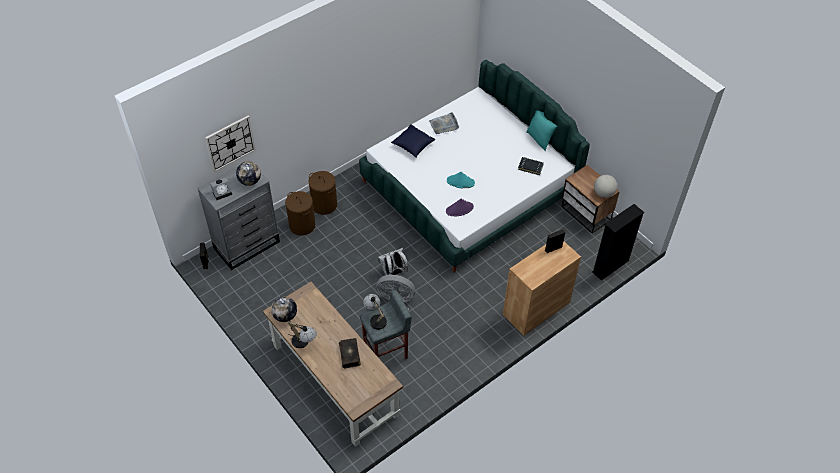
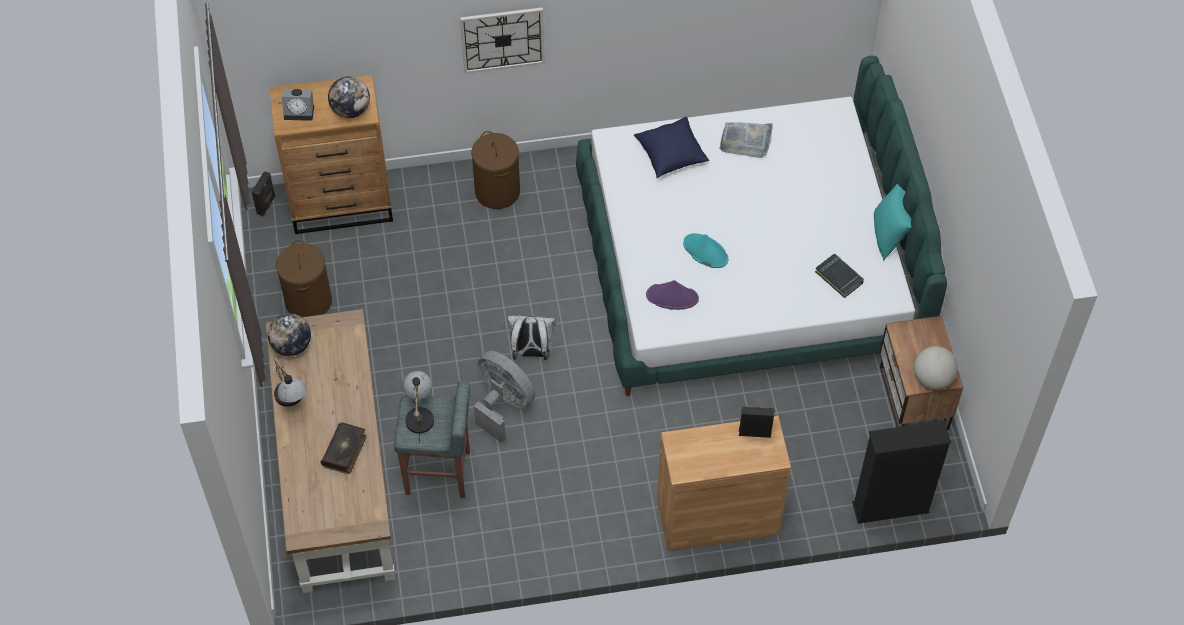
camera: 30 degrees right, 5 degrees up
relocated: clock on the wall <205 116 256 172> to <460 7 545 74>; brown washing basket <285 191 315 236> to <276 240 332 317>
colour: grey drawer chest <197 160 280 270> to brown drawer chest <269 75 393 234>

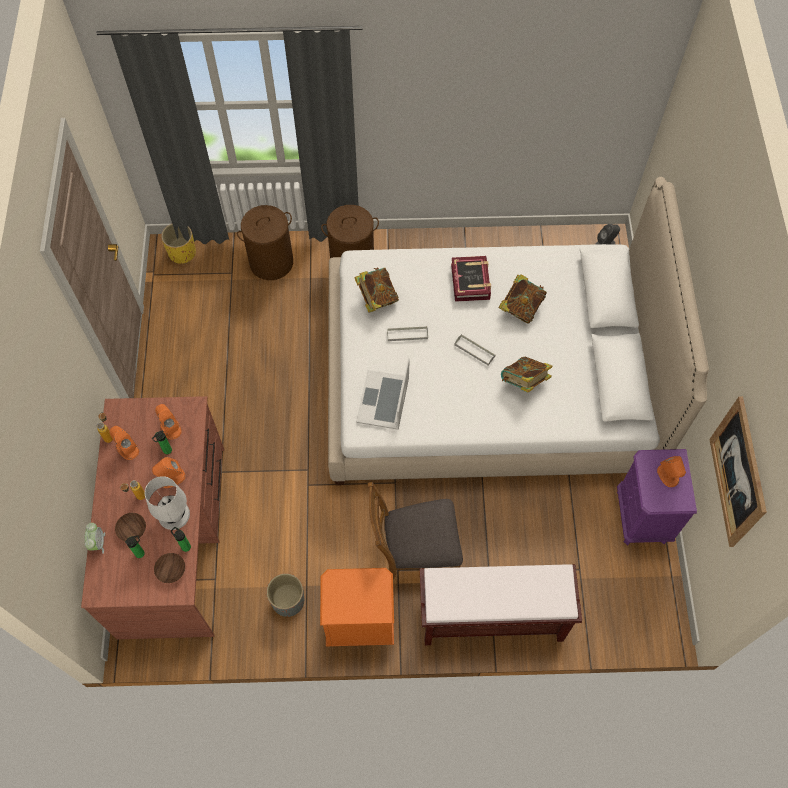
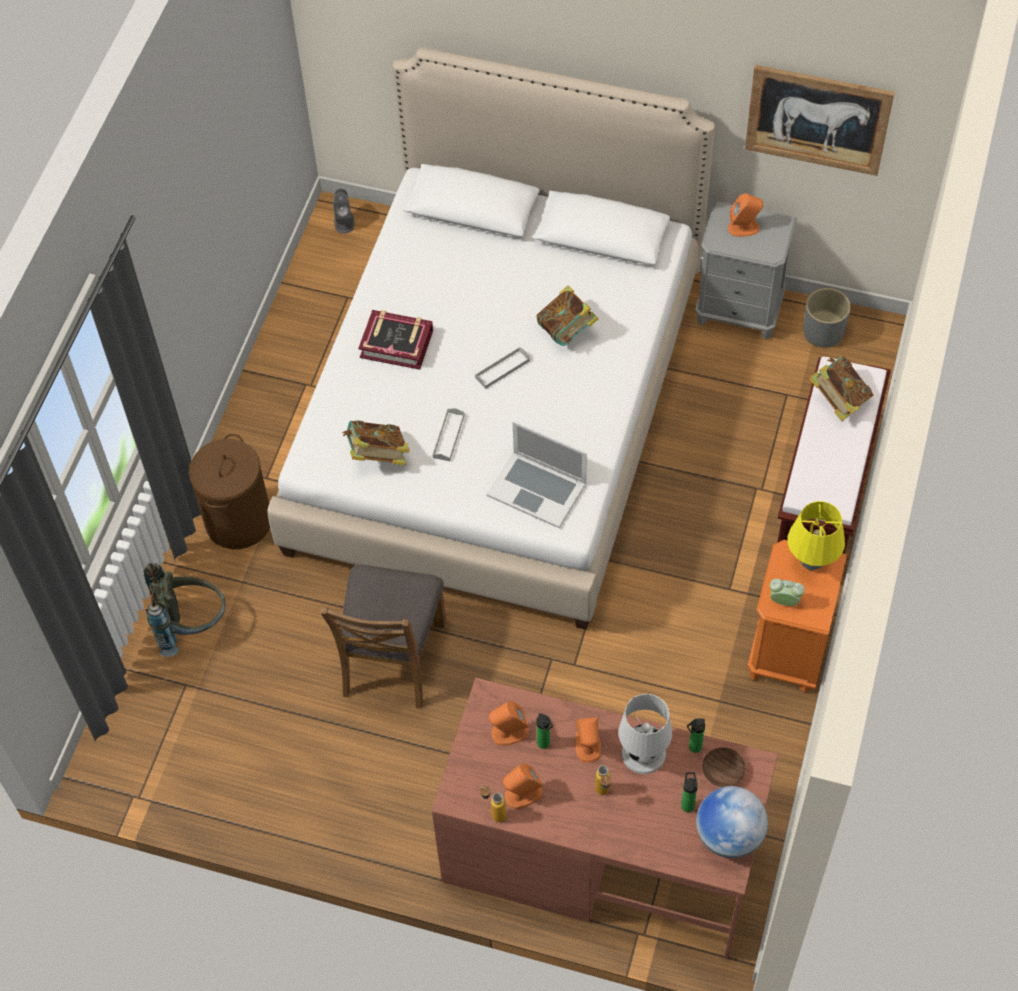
camera: 70 degrees left, 5 degrees down
missing: brown serving bowl <115 513 146 541>; yellow-coloured planter <161 224 196 264>
appeared: globe <696 786 768 858>; yellow-coloured table lamp <788 501 845 570>
relocated: bedside clock <84 523 105 553> to <770 578 805 606>; grey planter <266 573 304 617> to <803 288 851 348>; brown plain chair <368 482 463 580> to <320 565 446 709>; volume <498 274 547 324> to <809 355 874 421>
exchanged: brown washing basket <237 205 293 280> to grey knapsack <143 562 225 657>
colour: purplish bedside table <617 449 697 545> to grey bedside table <695 201 797 340>

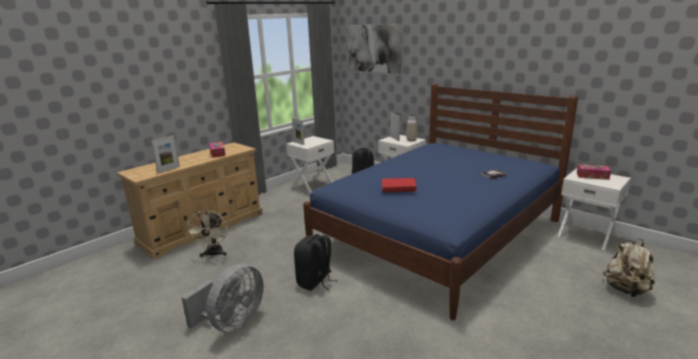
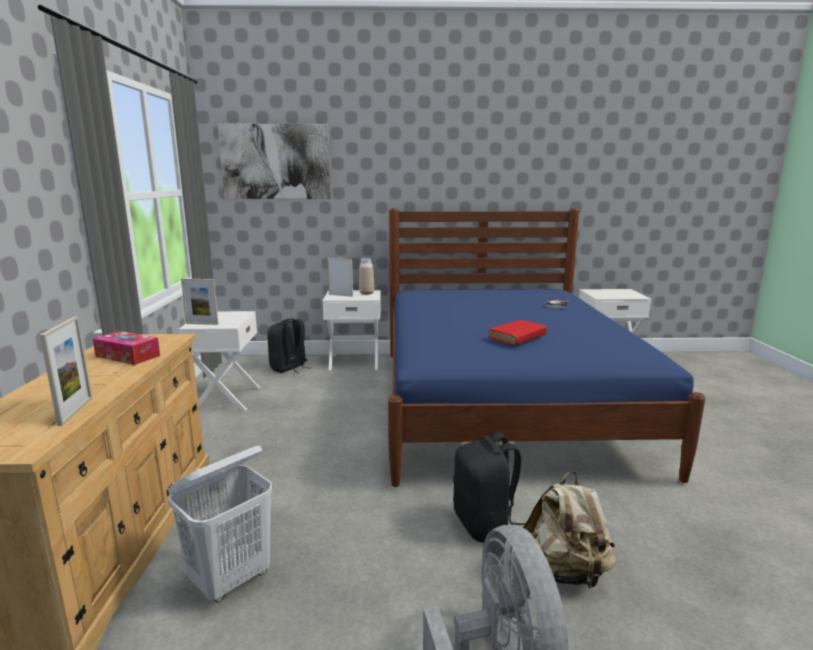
camera: 45 degrees left, 5 degrees down
missing: tissue box <577 164 611 180>
relocated: beige-coloured knapsack <603 239 655 297> to <523 471 616 590>
exchanged: beige-coloured fan <187 210 228 257> to white-coloured washing basket <168 445 272 602>

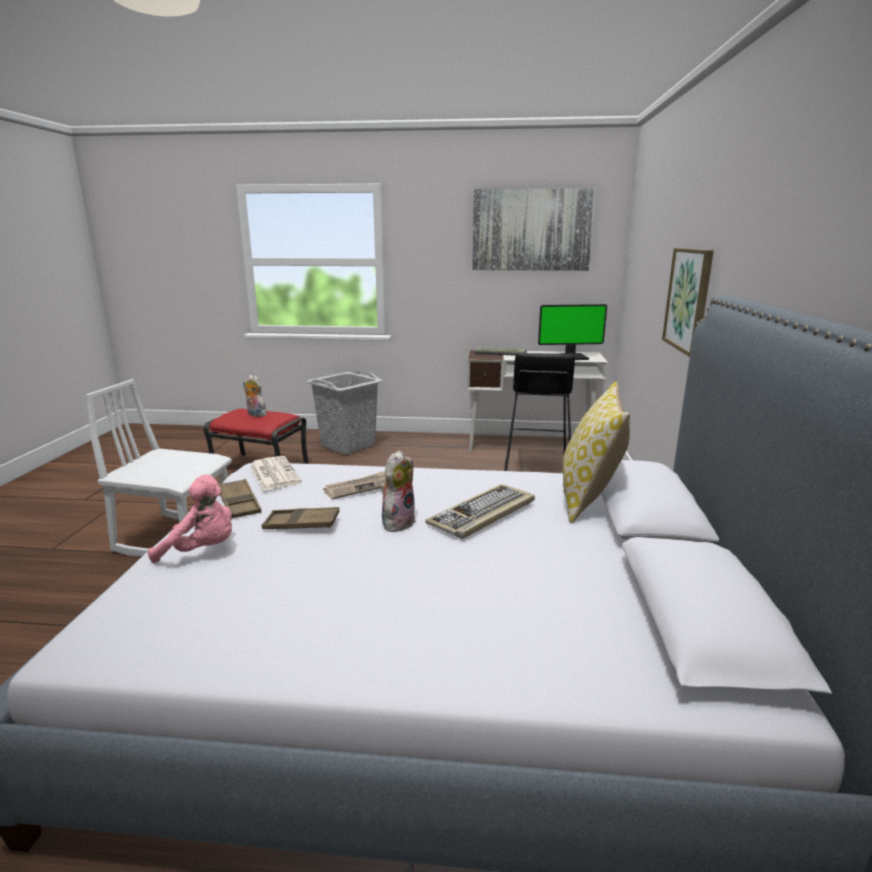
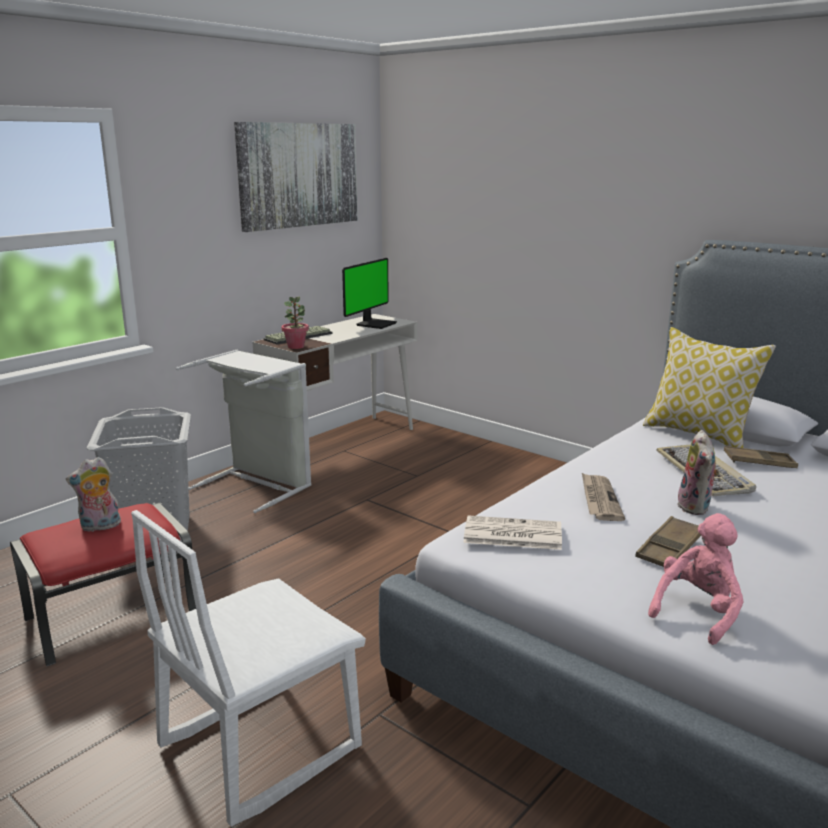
camera: 55 degrees left, 0 degrees up
missing: black-coloured stool seat <504 353 575 471>; wall art <662 248 714 357>
appeared: grey washing basket <176 349 312 513>; potted plant <281 297 309 349>
relocated: brown tray <218 479 261 518> to <724 446 798 468>
spun: soft toy <381 450 416 532> = <677 430 719 515> 150 degrees counterclockwise

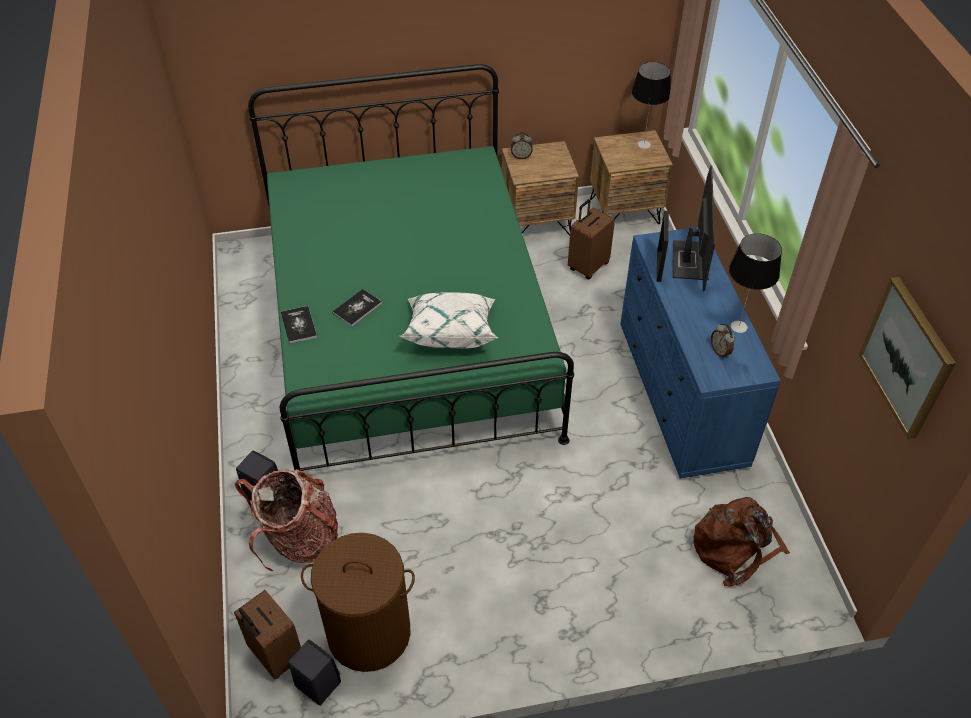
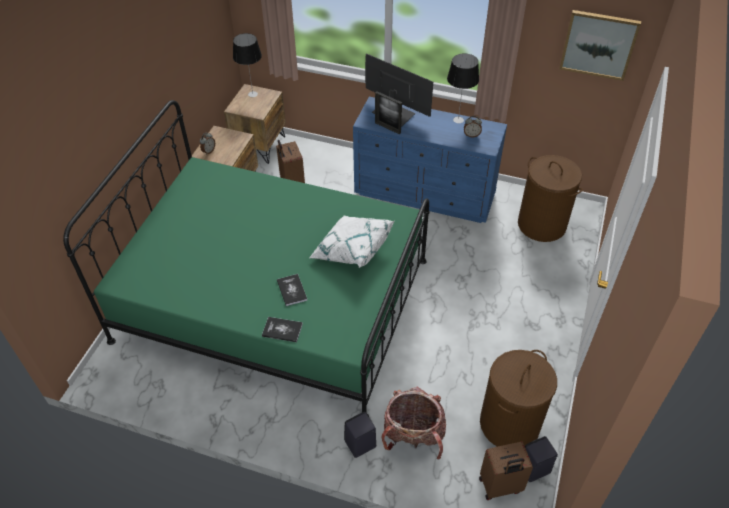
camera: 60 degrees left, 0 degrees up
exchanged: brown knapsack <694 497 790 586> to brown washing basket <518 155 583 242>

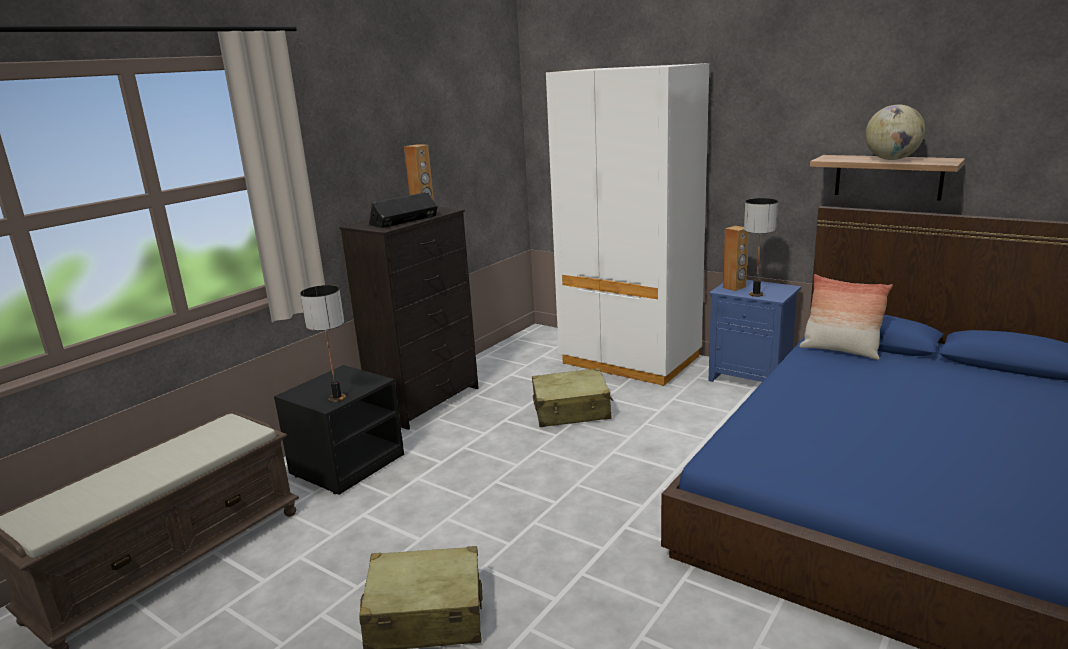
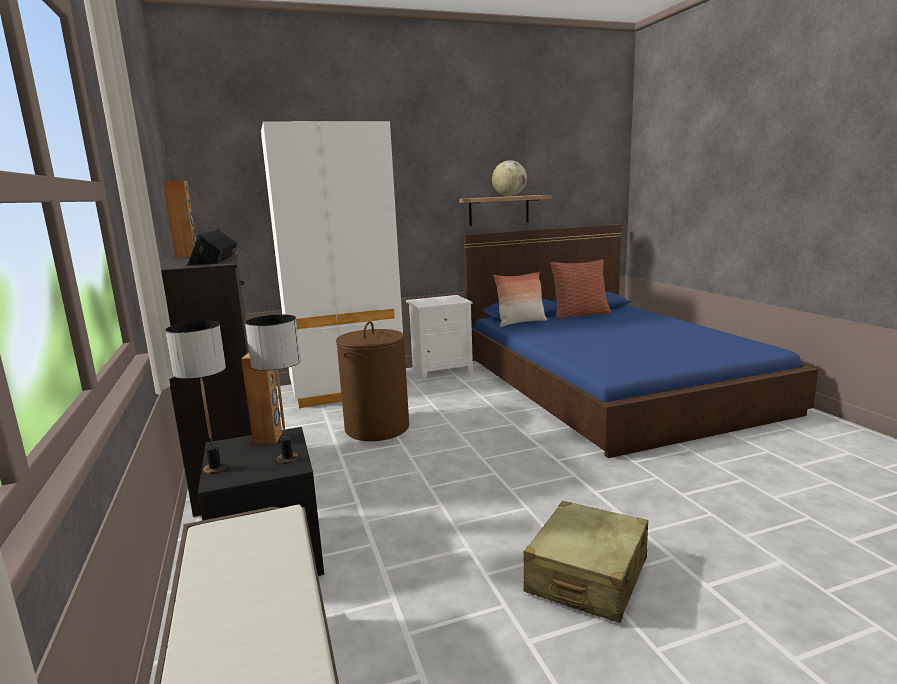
camera: 55 degrees left, 5 degrees down
appeared: cushion <550 259 611 319>
relocated: brown loudspeaker <723 226 749 291> to <241 352 282 445>; table lamp <744 198 778 297> to <165 321 226 474>
exchanged: beige-coloured suitcase <532 368 613 427> to brown washing basket <336 321 409 441>
colour: bluish bedside table <708 280 801 382> to white-coloured bedside table <406 295 473 380>

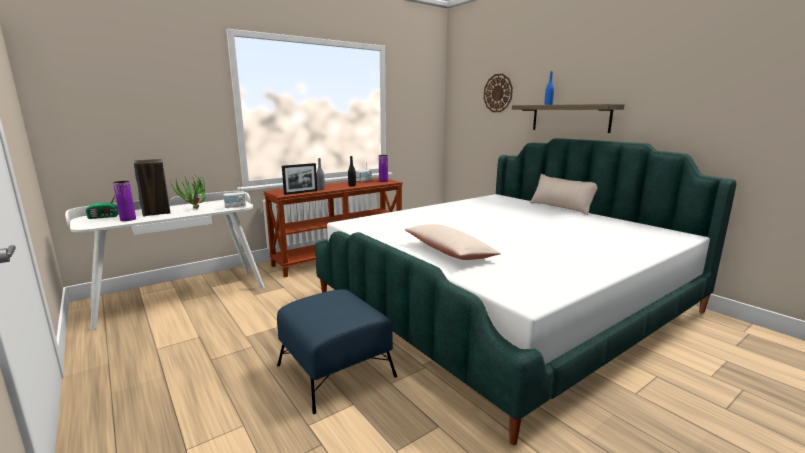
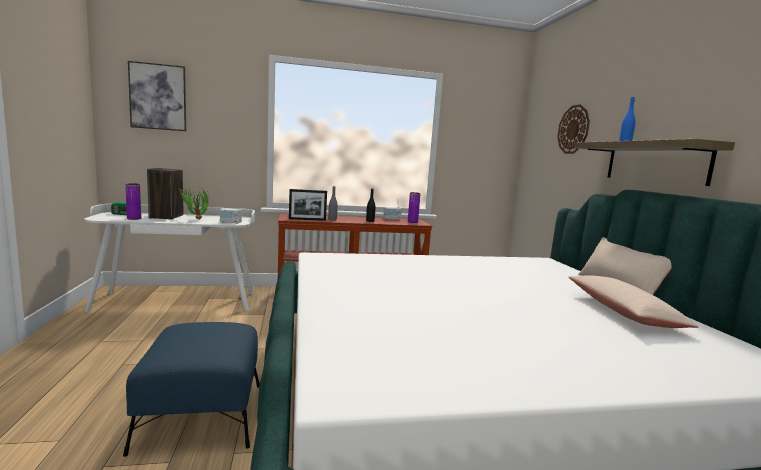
camera: 25 degrees right, 5 degrees down
appeared: wall art <128 61 186 131>
relocated: beige-coloured cushion <404 224 501 260> to <568 275 699 328>

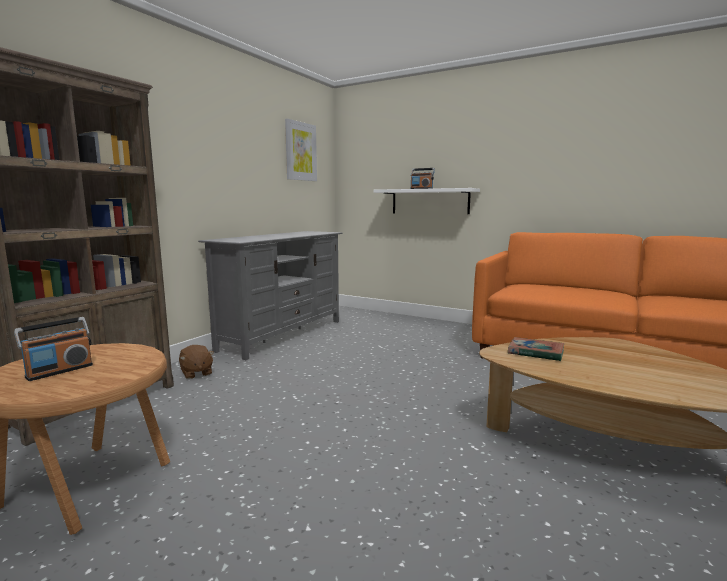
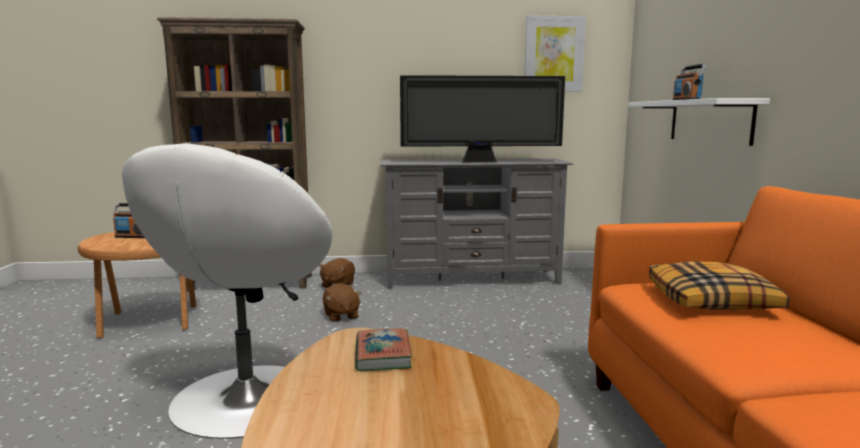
camera: 55 degrees right, 0 degrees up
appeared: white-coloured lounge chair <122 143 332 439>; brown soft toy <323 284 361 322>; TV <400 75 565 163>; cushion <649 262 789 310>

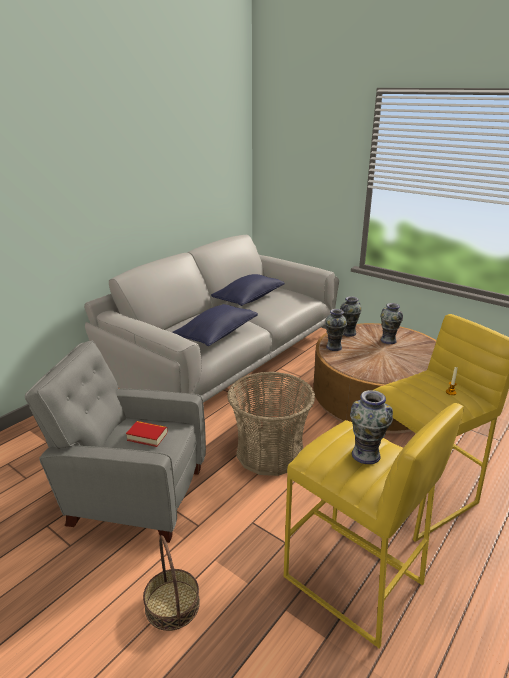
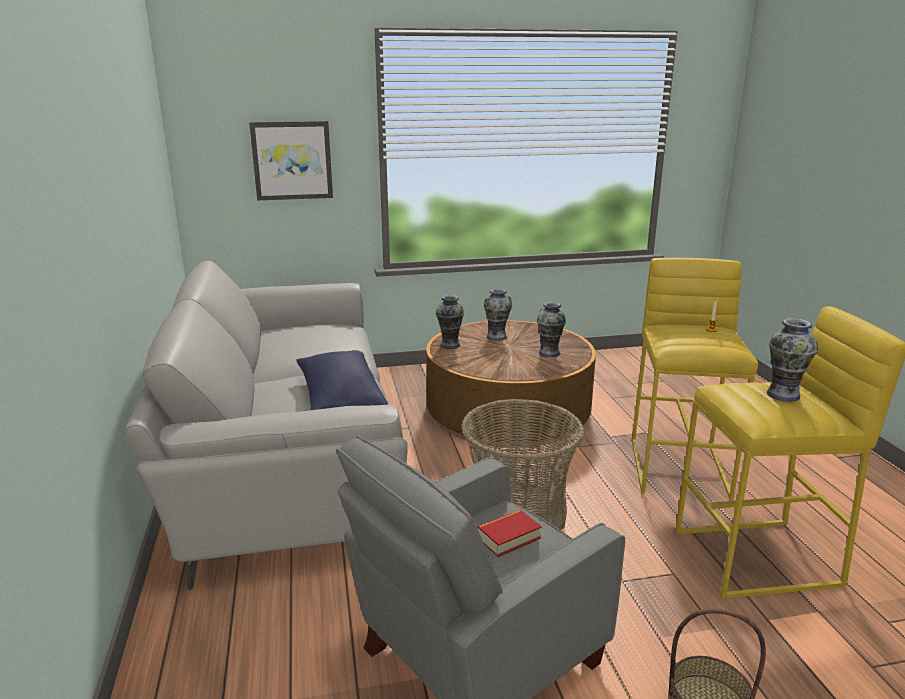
camera: 50 degrees left, 5 degrees down
missing: bluish cushion <211 274 285 306>
appeared: wall art <249 121 333 200>
relocated: vase <325 309 347 351> to <537 302 566 357>

